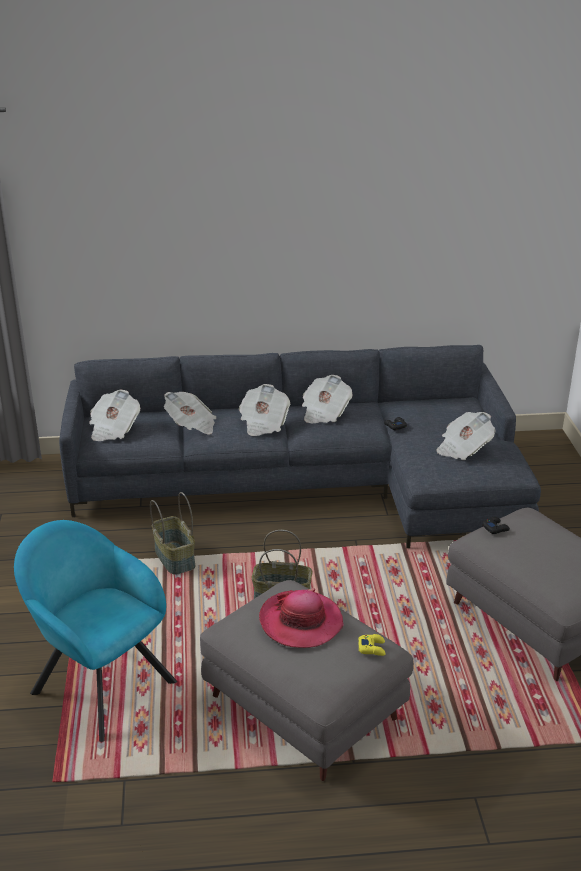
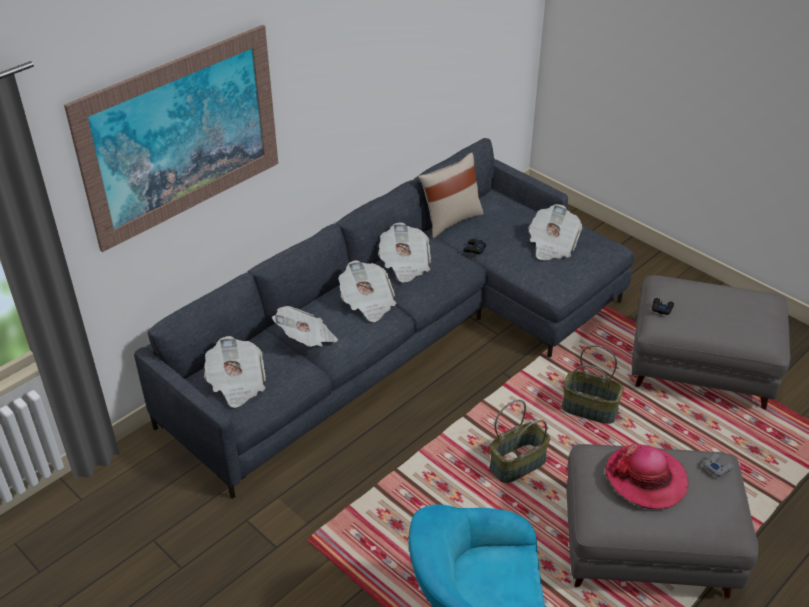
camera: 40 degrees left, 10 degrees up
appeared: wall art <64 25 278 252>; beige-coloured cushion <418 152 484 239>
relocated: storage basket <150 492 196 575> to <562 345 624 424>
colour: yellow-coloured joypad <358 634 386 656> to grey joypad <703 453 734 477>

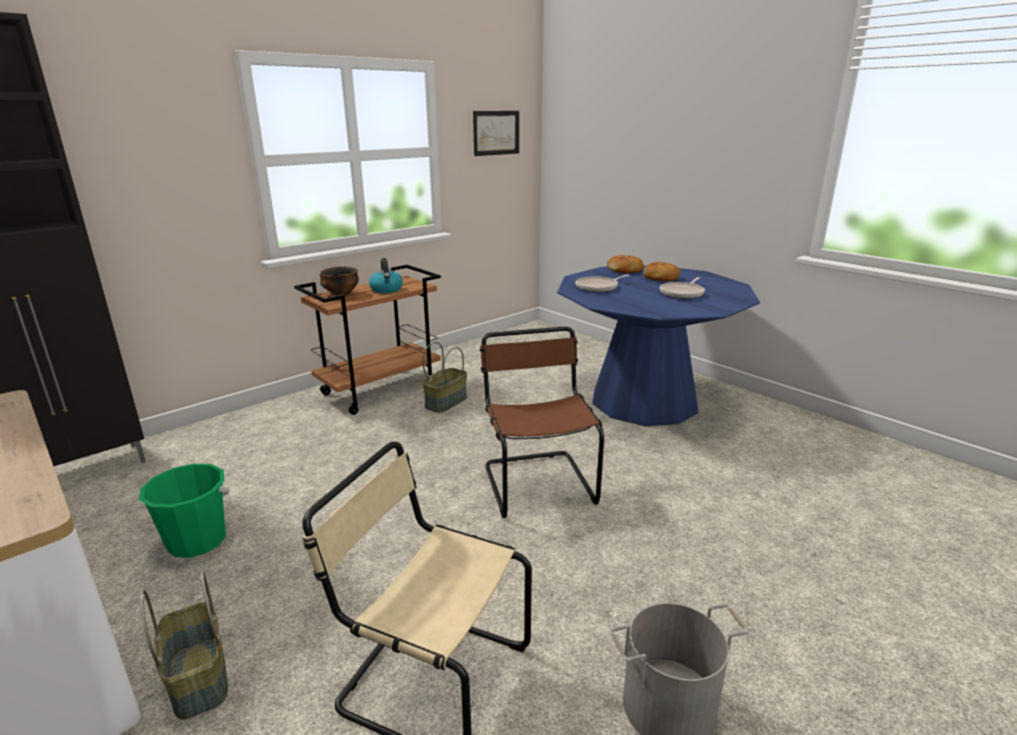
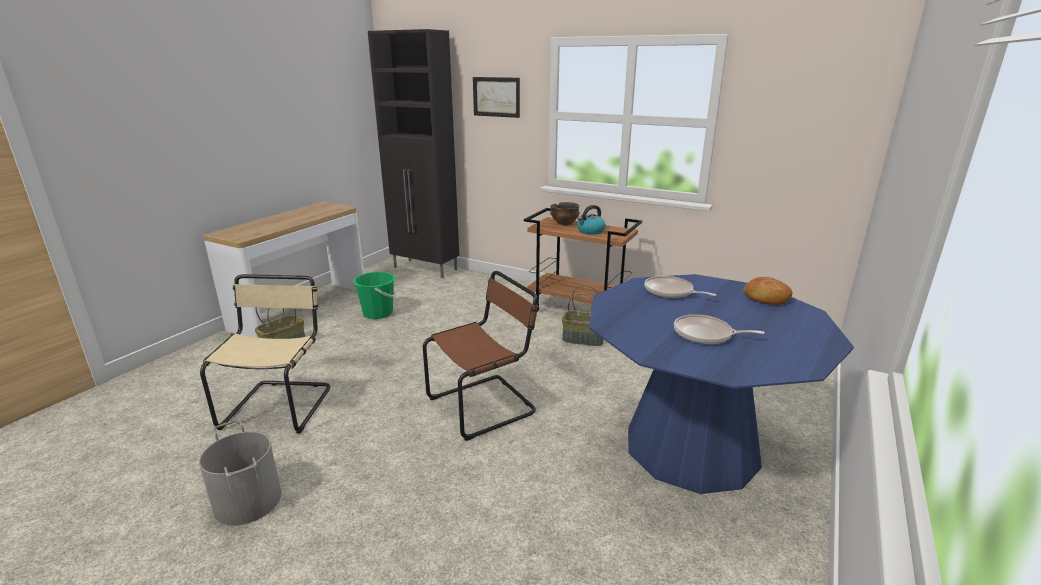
camera: 70 degrees right, 0 degrees up
missing: bakery bread <643 262 680 281>
relocated: wall art <473 111 519 156> to <473 77 520 118>

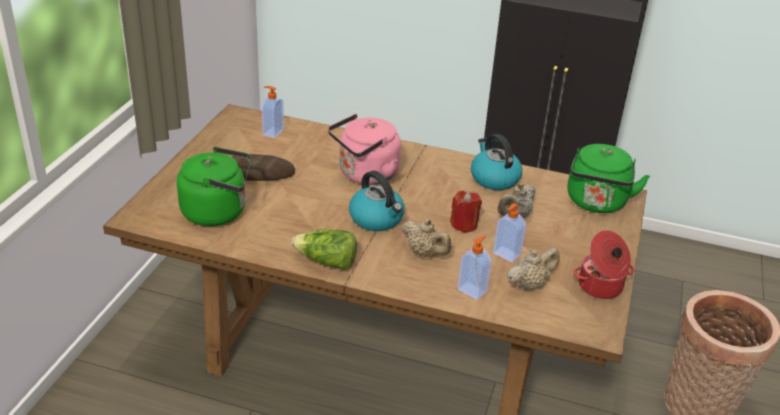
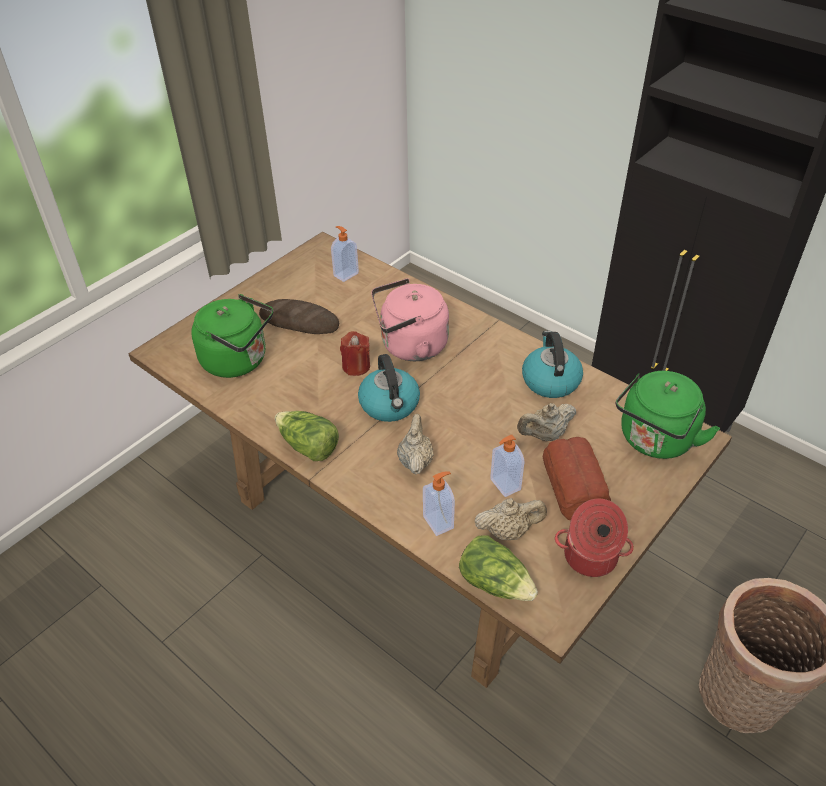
camera: 25 degrees right, 10 degrees up
appeared: lettuce head <459 535 538 601>; bakery bread <542 437 611 521>
relocated: reddish wax light <450 191 482 233> to <340 331 370 376>
spun: beige-coloured tea pot <401 218 451 257> = <397 414 434 475> 150 degrees counterclockwise

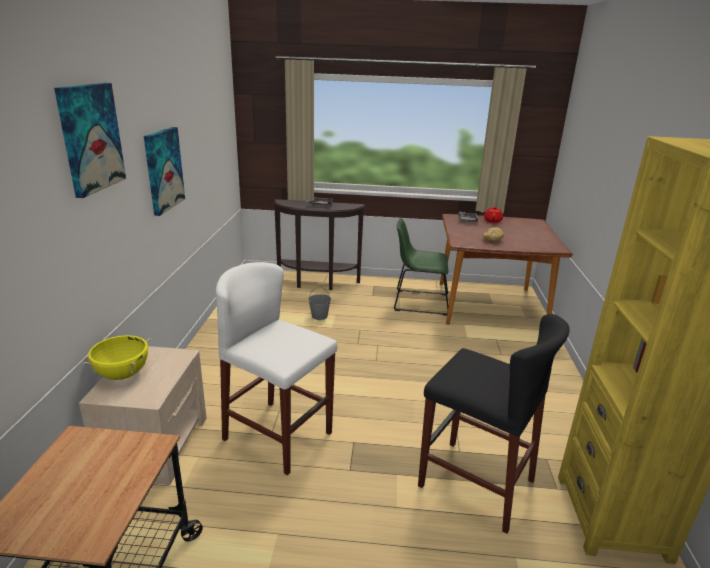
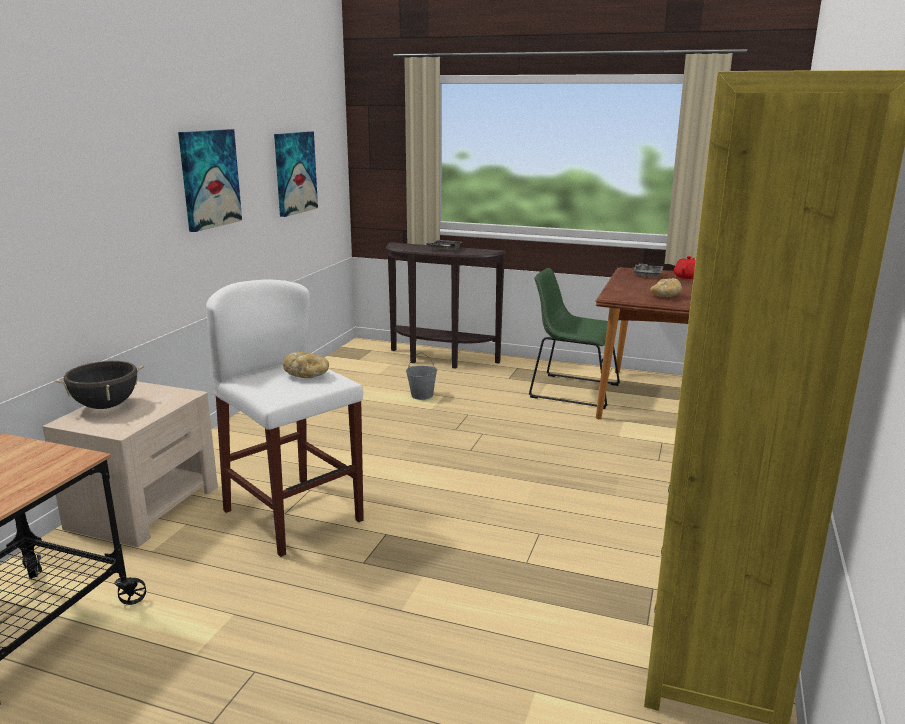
camera: 15 degrees right, 5 degrees down
missing: black-coloured stool seat <418 314 570 534>
appeared: bakery bread <283 352 329 378>
relocated: wall art <54 83 126 198> to <274 131 318 217>
colour: yellow-coloured stockpot <83 335 151 380> to black-coloured stockpot <55 361 145 409>

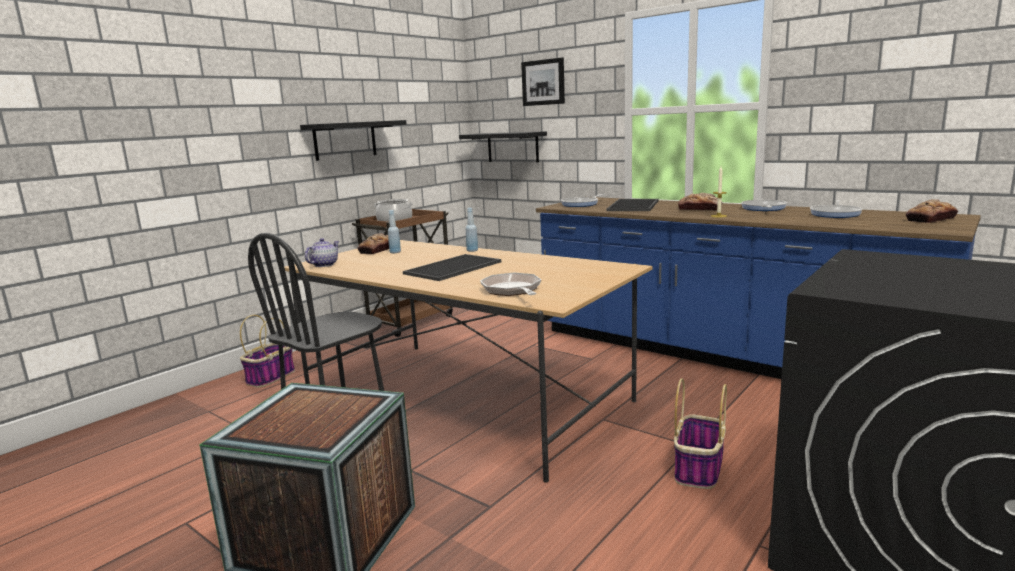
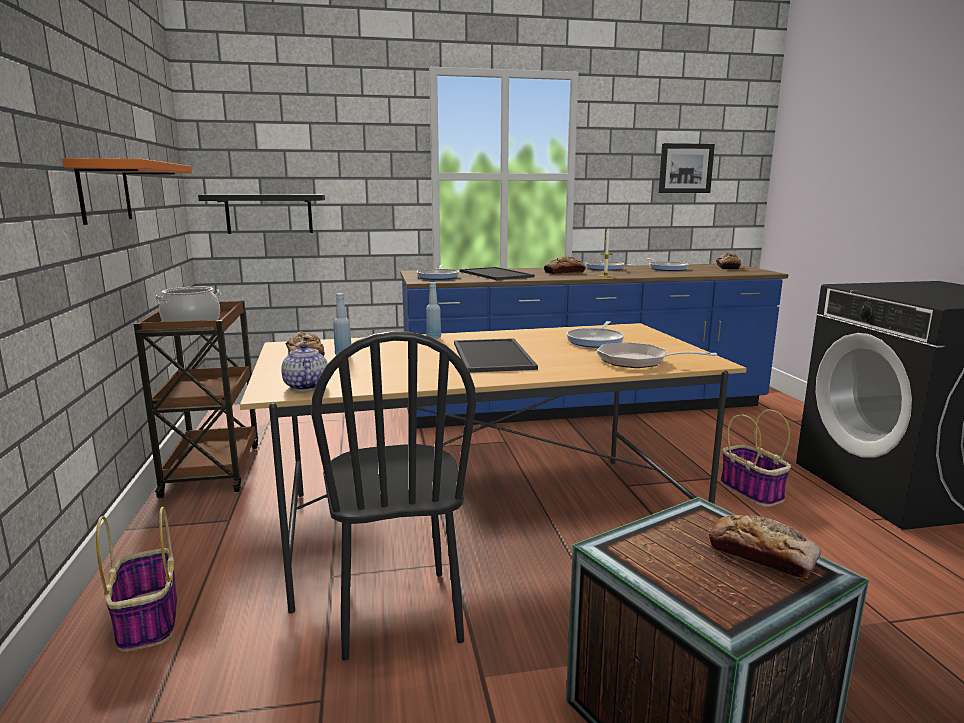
camera: 50 degrees left, 0 degrees up
appeared: pan <566 321 624 348>; bakery bread <709 515 822 578>
relocated: wall art <521 58 565 106> to <659 143 715 193>
colour: black-coloured shelf <300 120 407 161> to orange shelf <62 158 192 225>

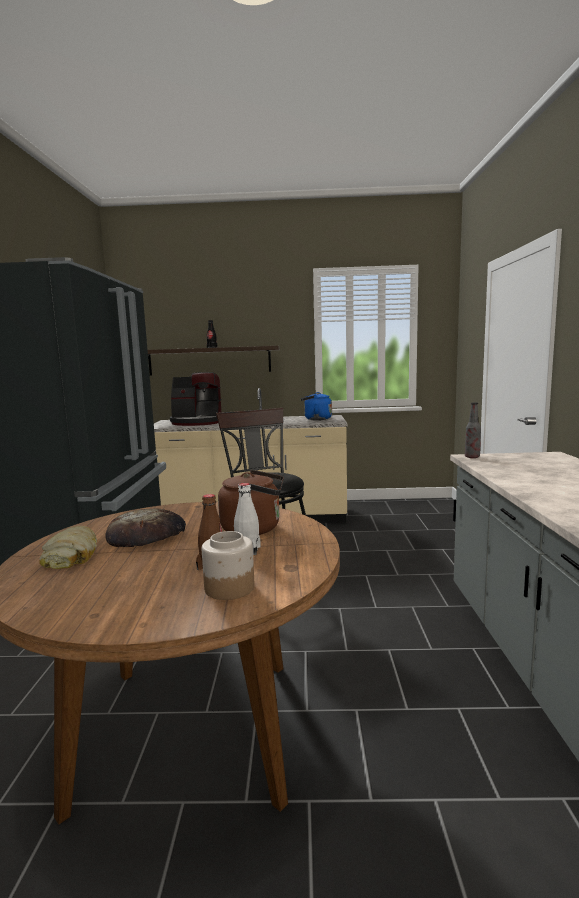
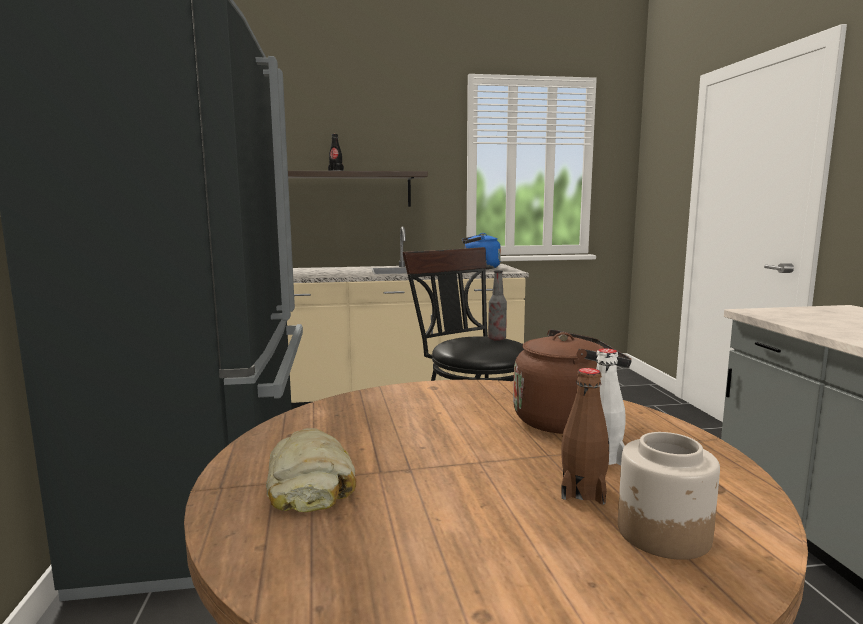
camera: 10 degrees left, 0 degrees up
missing: bakery bread <105 509 186 547>; coffee machine <170 372 222 426>
relocated: drink bottle <465 402 481 458> to <488 270 507 341>

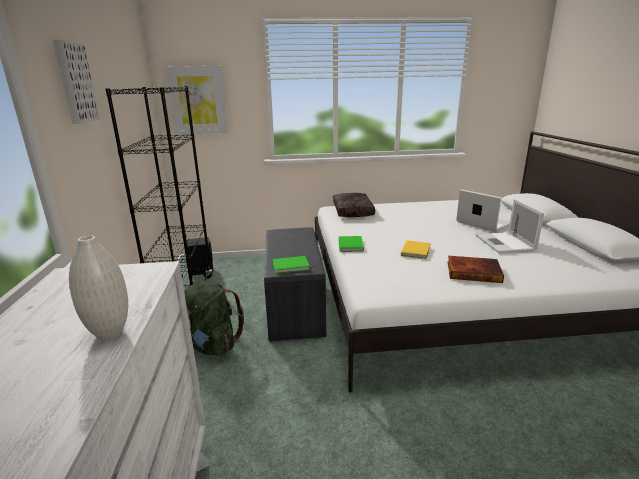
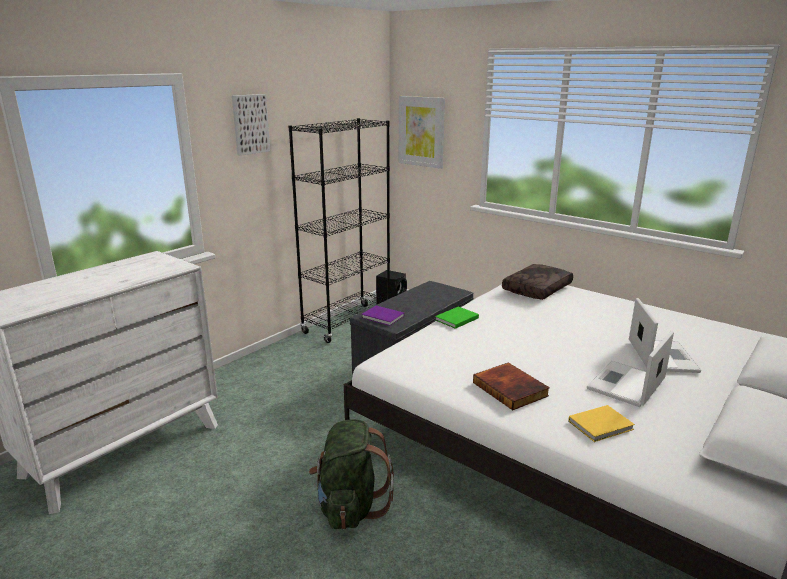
camera: 45 degrees right, 0 degrees up
missing: white-coloured vase <69 235 128 340>
relocated: green knapsack <184 280 244 356> to <309 419 394 529>; yellow-coloured volume <401 240 431 259> to <568 405 635 442>
colour: green volume <273 256 310 274> to purplish volume <361 306 404 326>

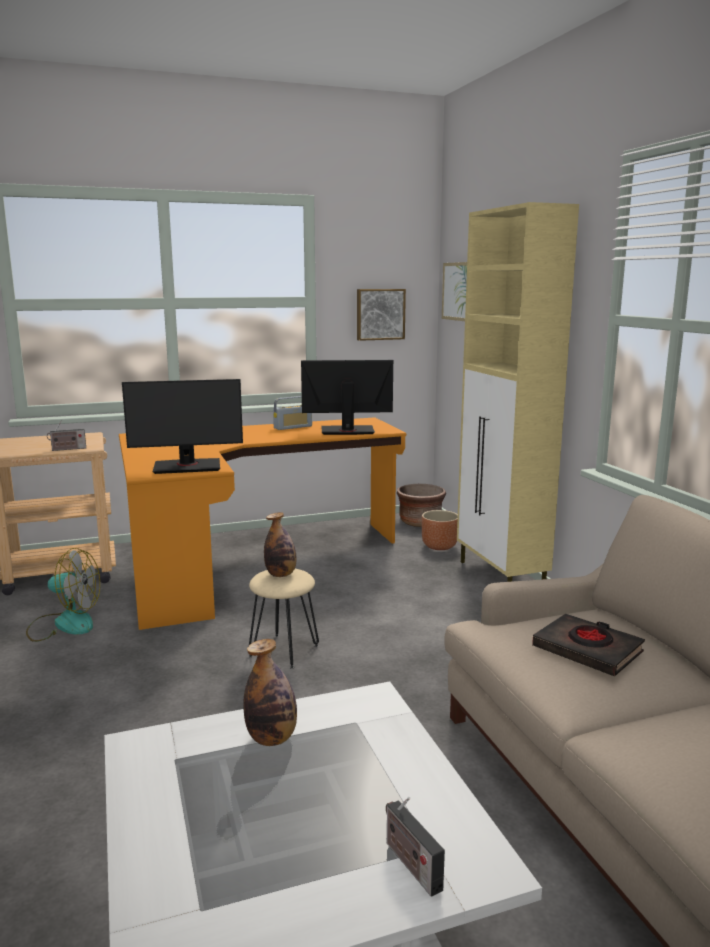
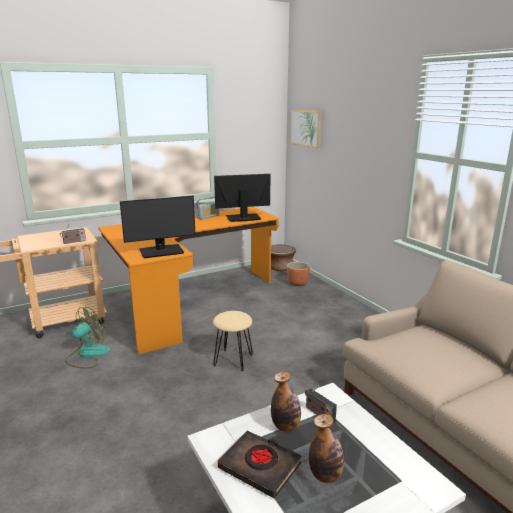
camera: 10 degrees left, 5 degrees up
missing: wall art <357 289 406 341>; beige-coloured cabinet <457 202 579 582>
relocated: drink bottle <264 512 296 577> to <309 414 344 483>; radio <386 797 445 897> to <305 386 337 423>; black-coloured volume <532 614 645 676> to <218 431 301 499>
spun: fan <26 548 100 642> = <65 307 111 368> 45 degrees counterclockwise

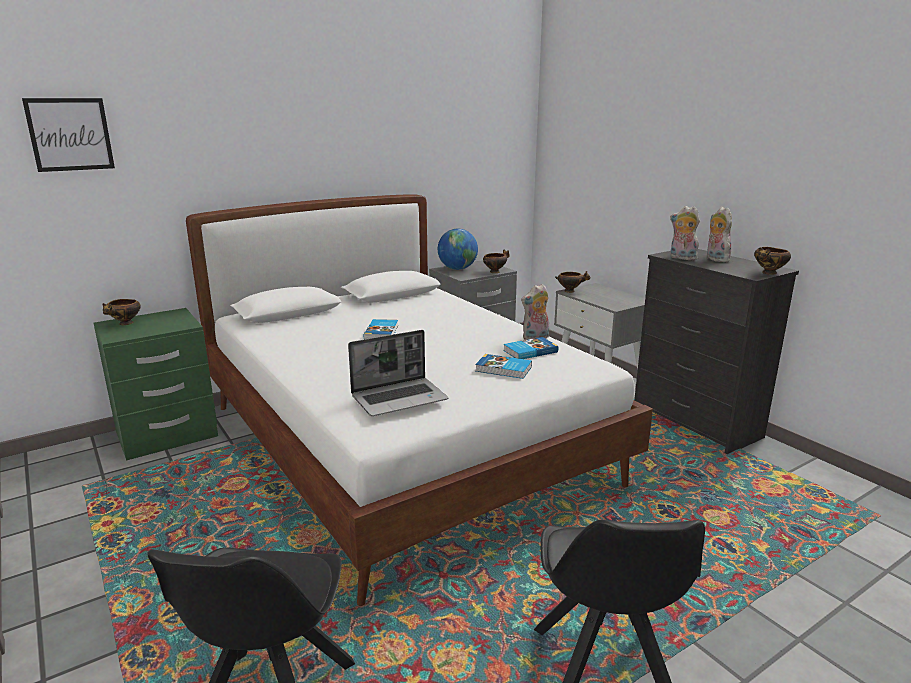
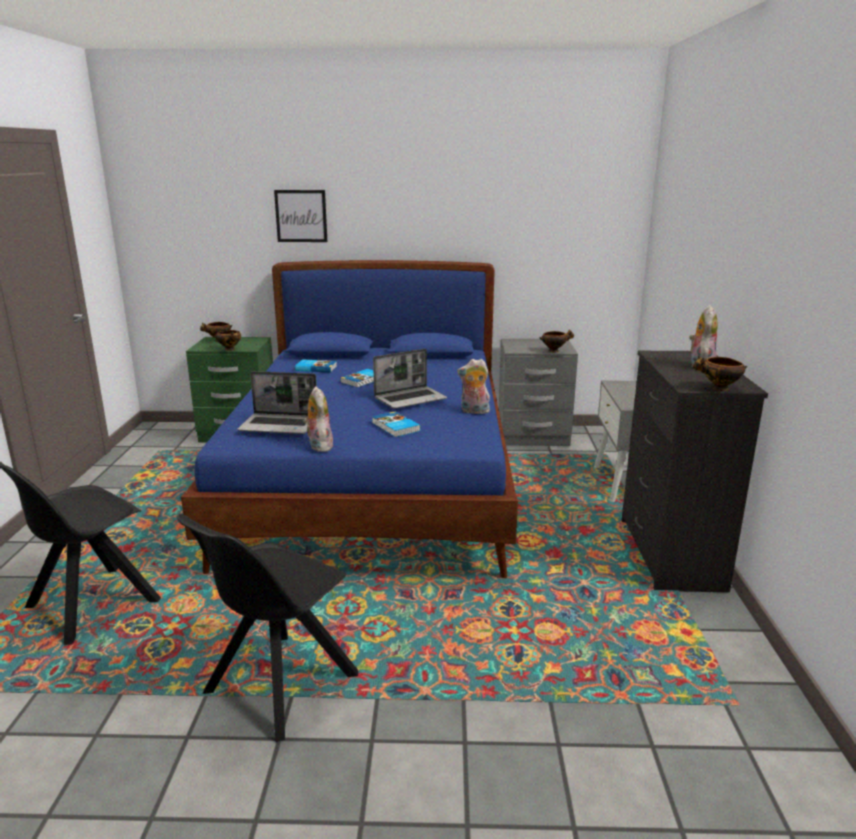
camera: 35 degrees right, 0 degrees up
missing: globe <438 229 478 270>
appeared: notebook computer <373 349 447 409>
relocated: wall art <22 98 115 172> to <274 190 327 242>; volume <503 337 558 359> to <295 359 337 372>; serving bowl <555 271 591 293> to <215 330 241 351>; soft toy <670 206 700 260> to <303 386 333 452>
colour: white-coloured bedroom bed <186 194 653 606> to bluish bedroom bed <181 260 518 578>

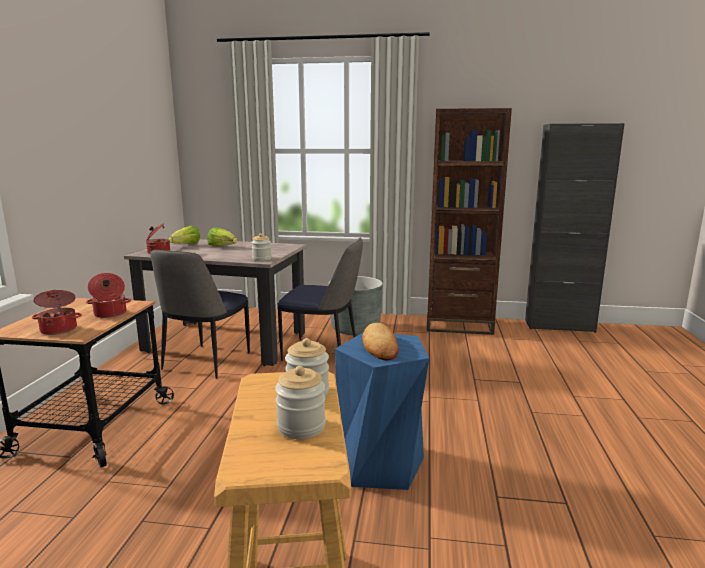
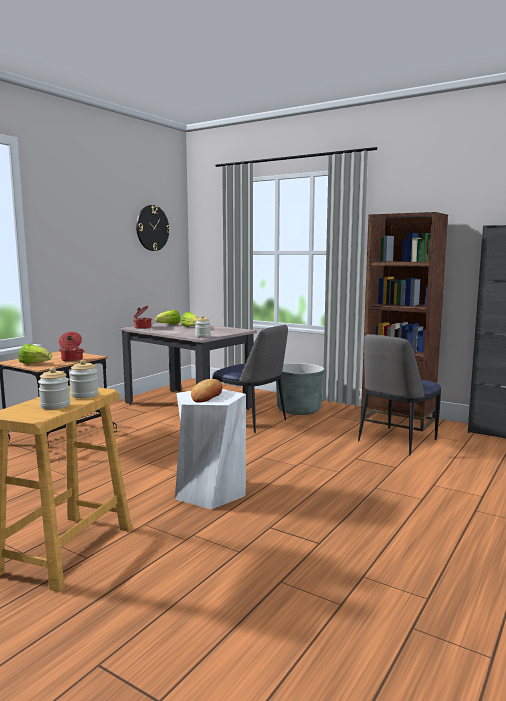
camera: 25 degrees right, 5 degrees down
appeared: clock on the wall <136 205 170 251>
relocated: plain chair <150 250 250 379> to <358 334 441 455>
exchanged: stockpot <32 290 82 335> to lettuce head <19 344 52 364>
colour: bluish stool seat <335 333 429 490> to white-coloured stool seat <175 389 246 509>

